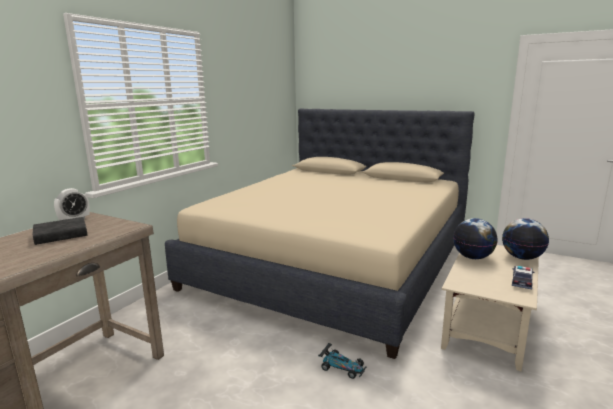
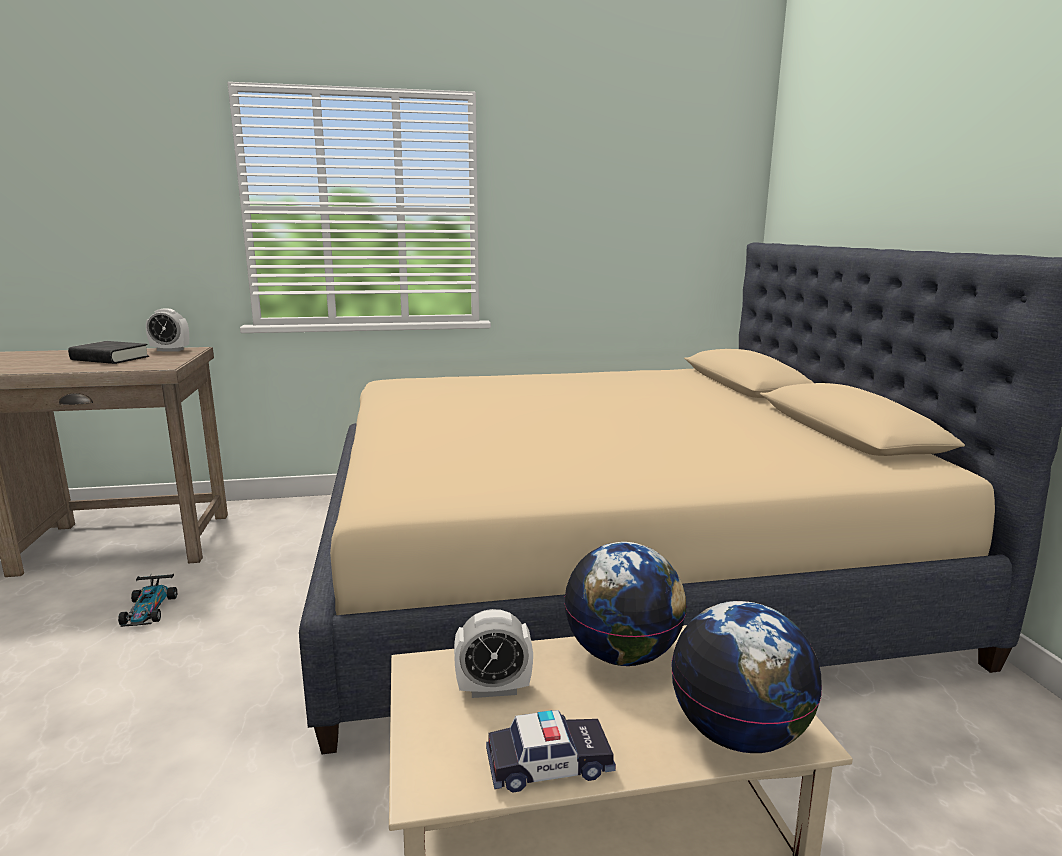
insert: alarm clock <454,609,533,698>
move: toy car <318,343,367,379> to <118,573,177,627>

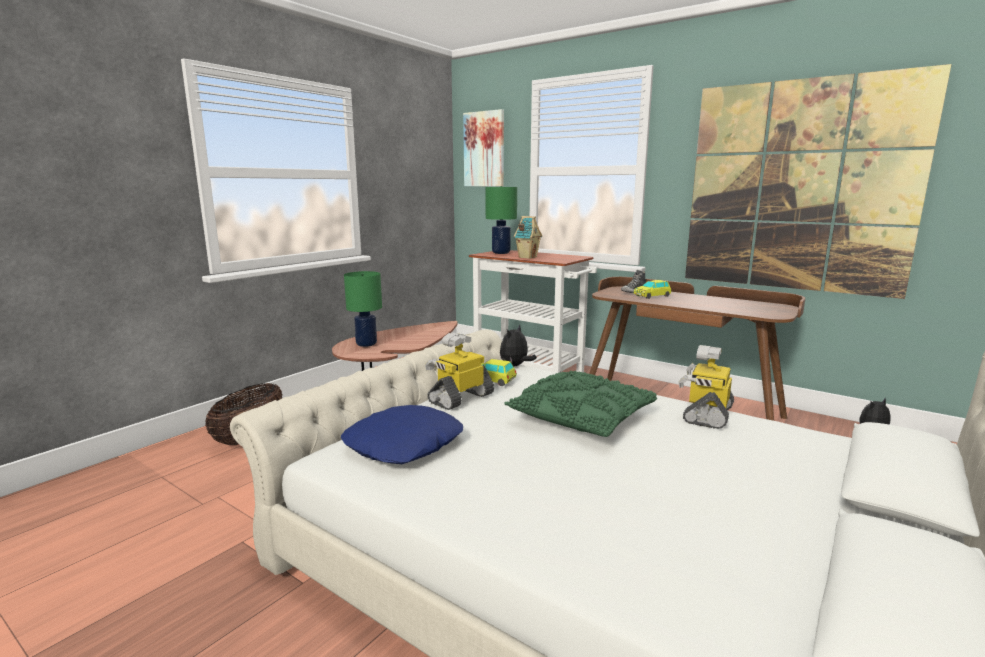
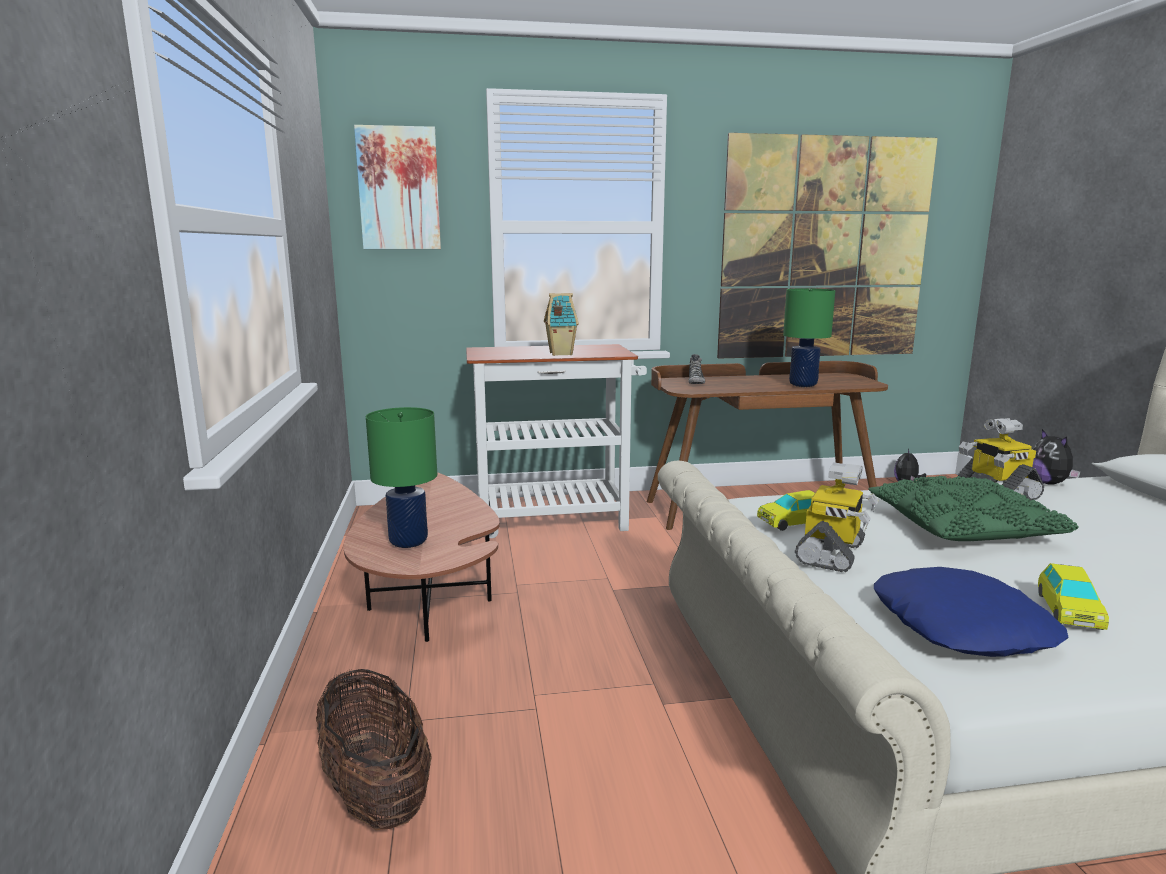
move: table lamp (green) <486,186,517,254> to <783,288,835,387>; plush toy <500,325,537,367> to <1032,429,1080,485>; toy car <634,280,671,299> to <1038,563,1109,630>
rotate: toy robot <425,333,494,410> = <795,462,879,572> 150 degrees counterclockwise

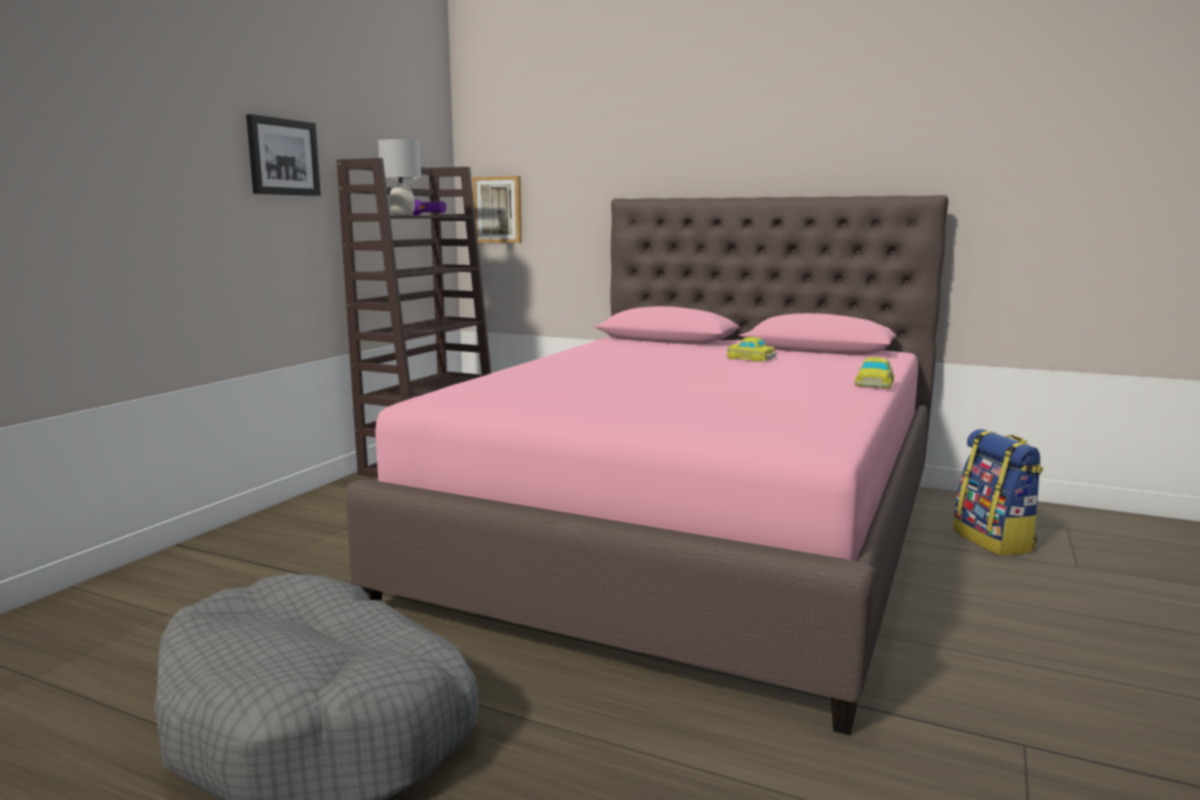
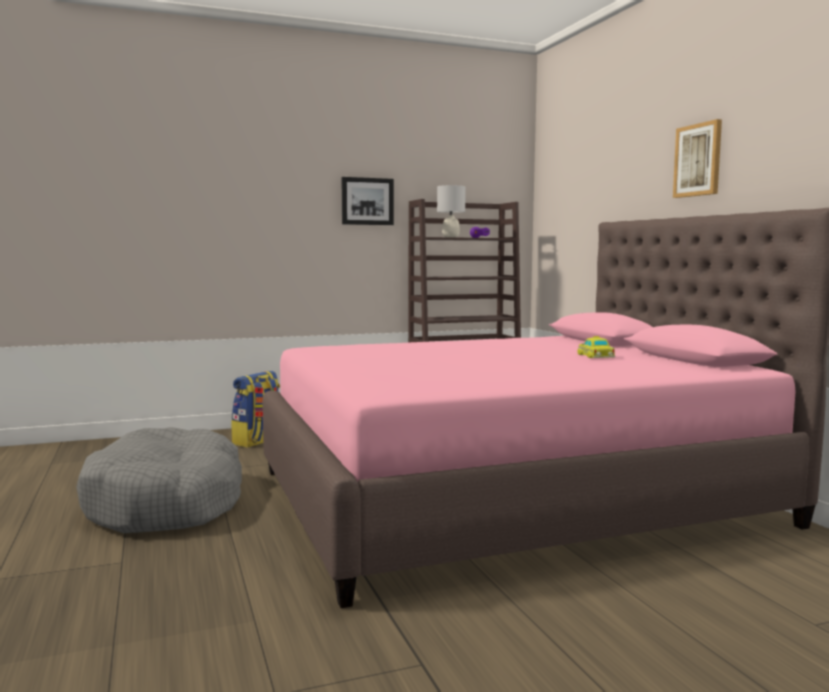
delete: toy car <855,357,894,388>
move: picture <472,176,522,243> to <673,119,722,198>; backpack <953,429,1043,556> to <231,371,280,448>

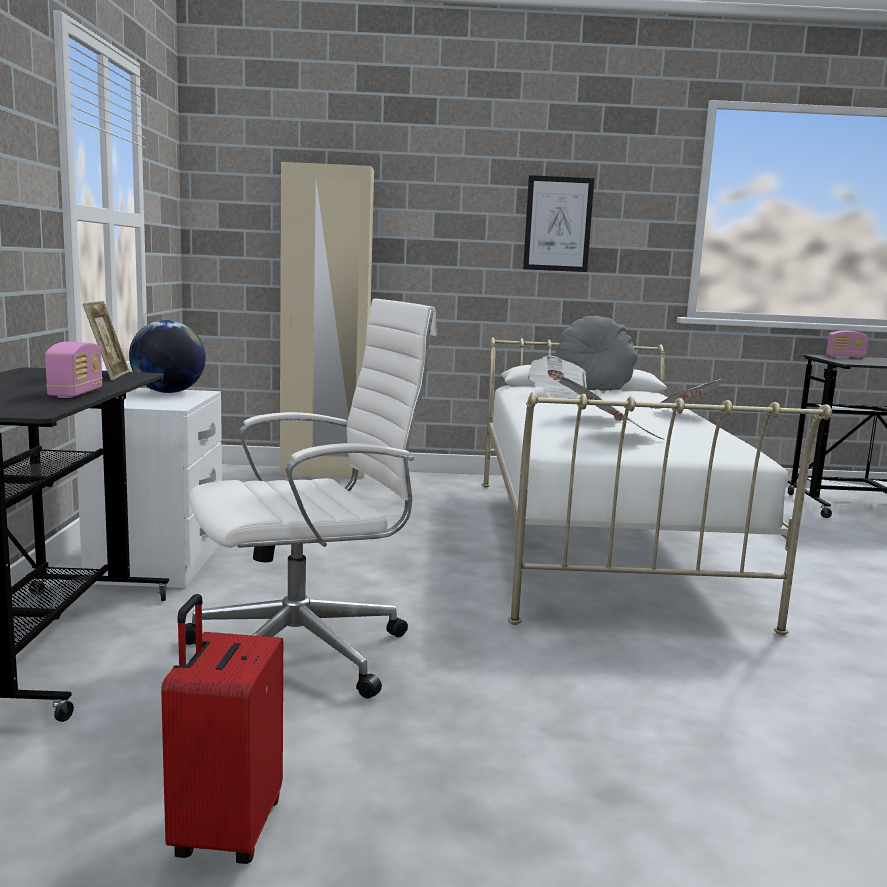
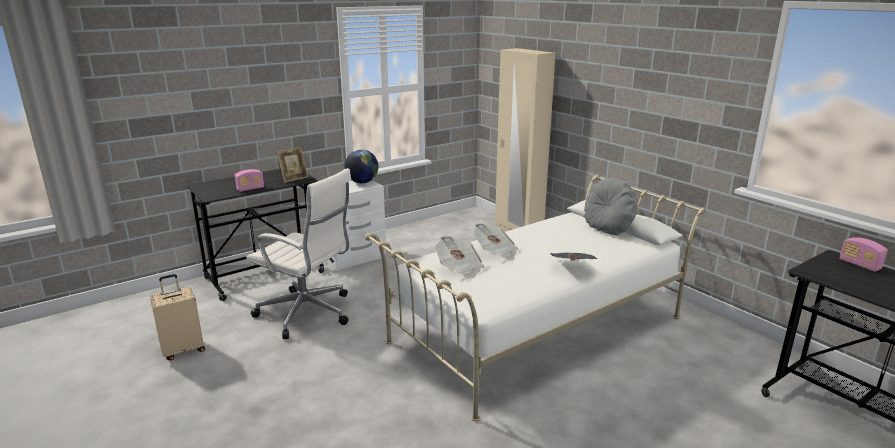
delete: picture <523,175,594,272>; newspaper <528,356,587,399>
recolor: suitcase (red) <161,594,283,864> to suitcase (beige) <150,274,205,360>

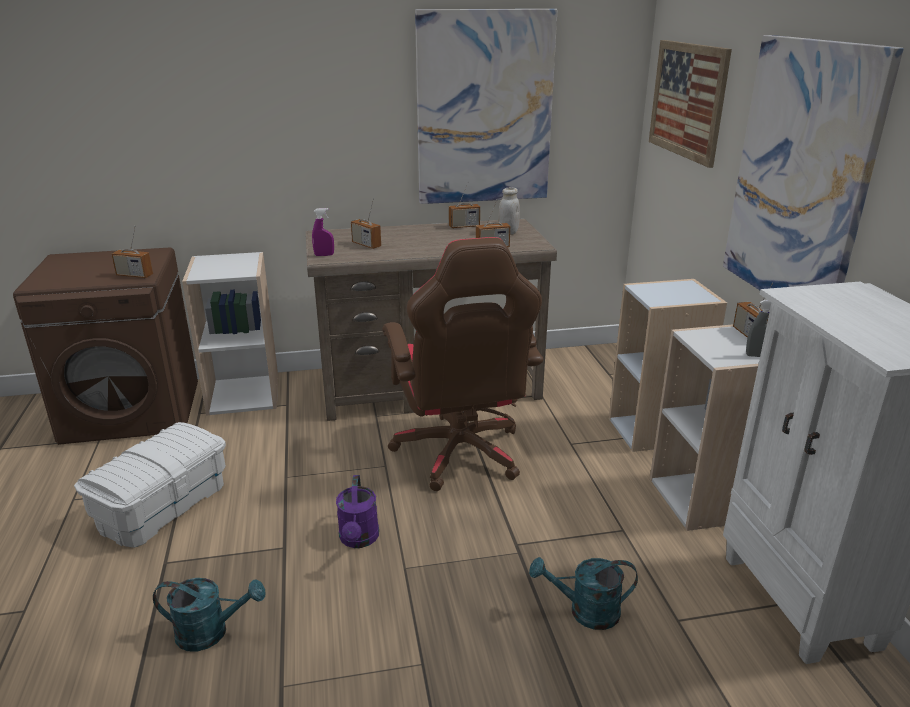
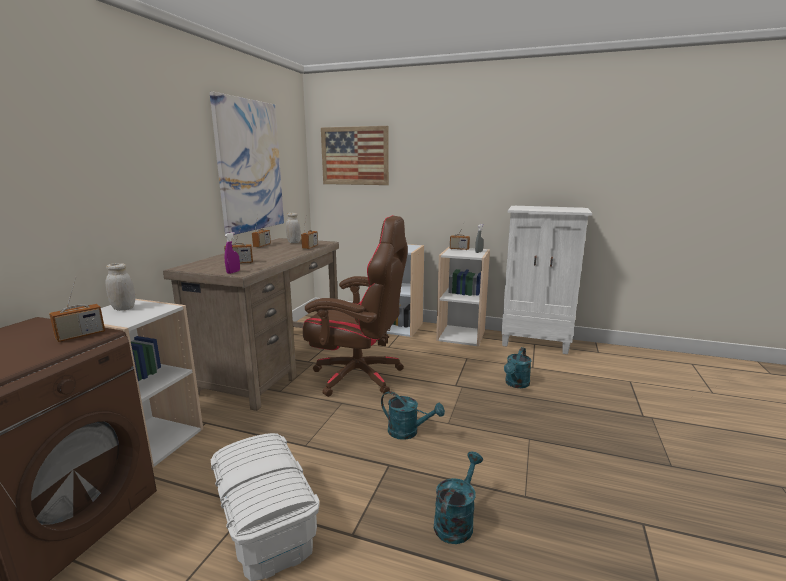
delete: picture <723,35,904,290>
insert: jar (white) <106,263,135,311>
recolor: watering can (purple) <336,475,379,548> to watering can (turquoise) <381,391,445,440>

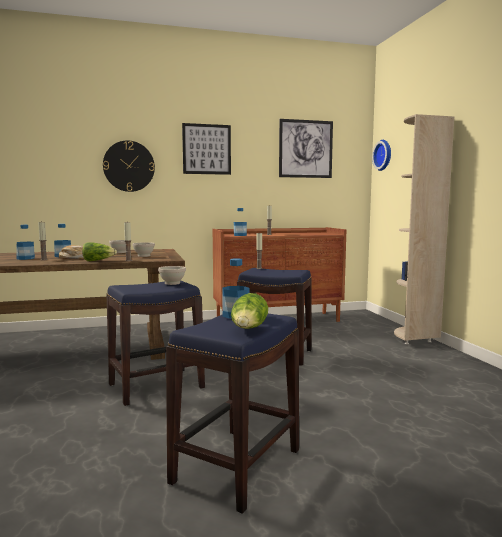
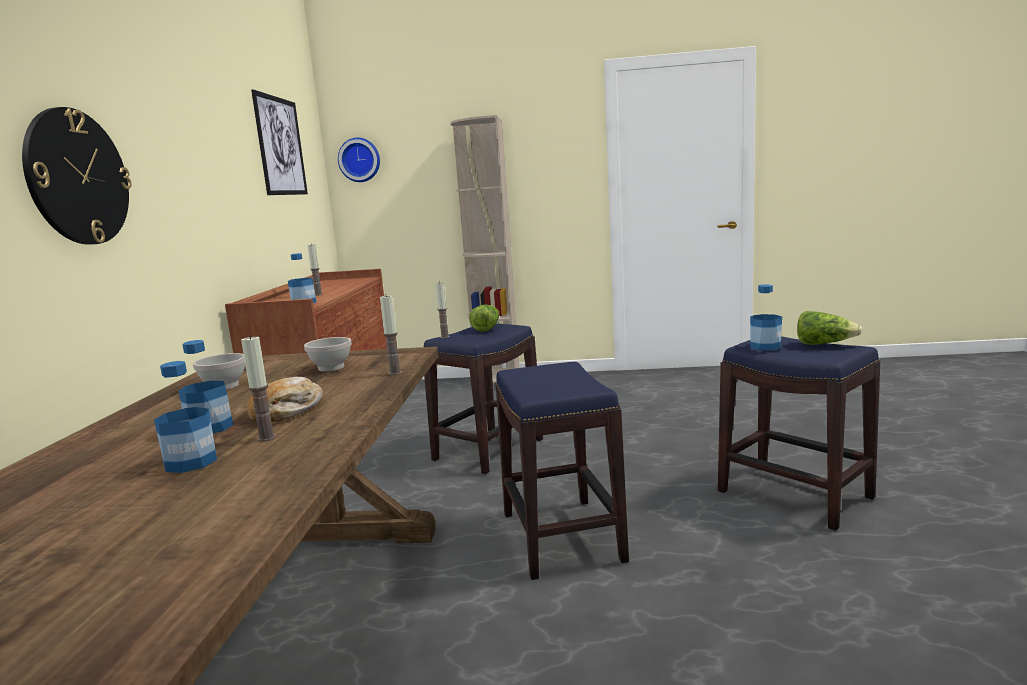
delete: bowl (white) <158,266,186,285>; picture <182,123,231,175>
move: lettuce <82,242,117,261> to <469,305,499,332>

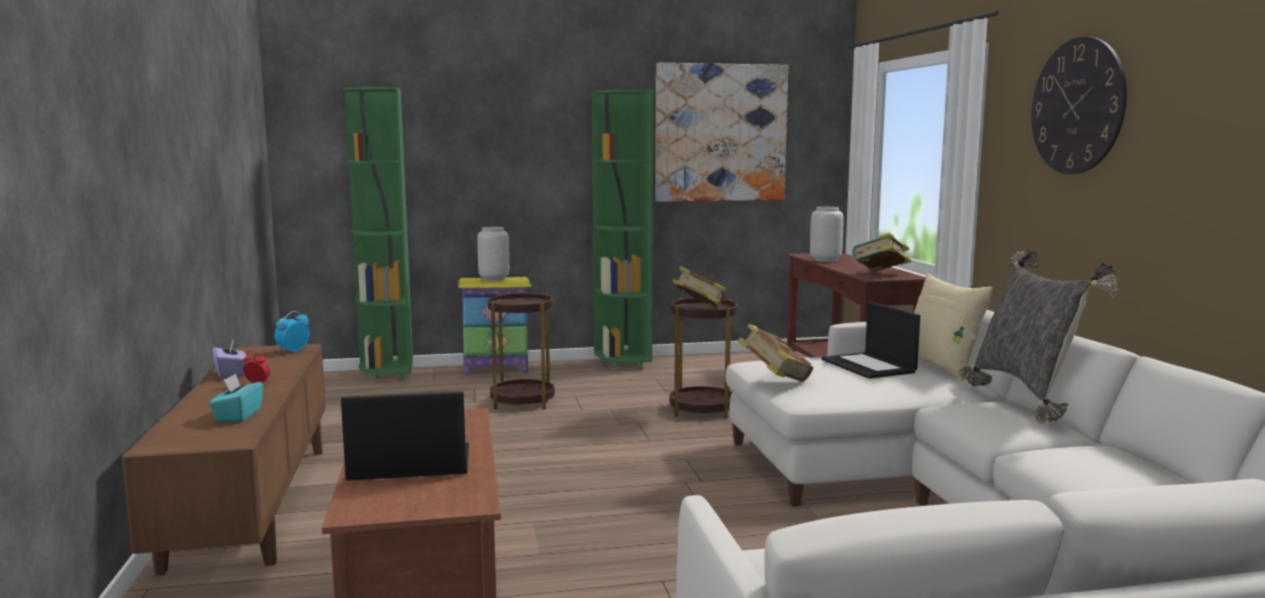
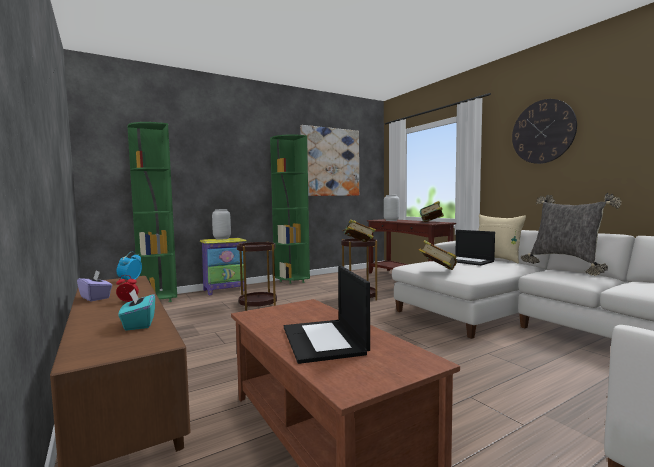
rotate: laptop <341,392,469,481> = <284,265,370,364> 75 degrees counterclockwise

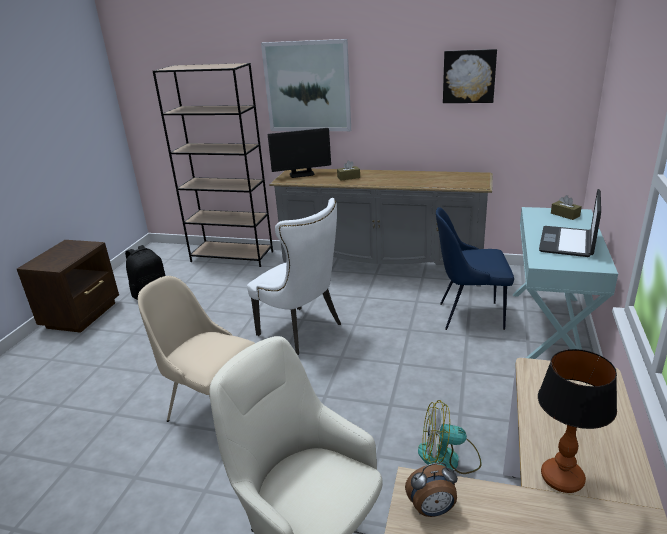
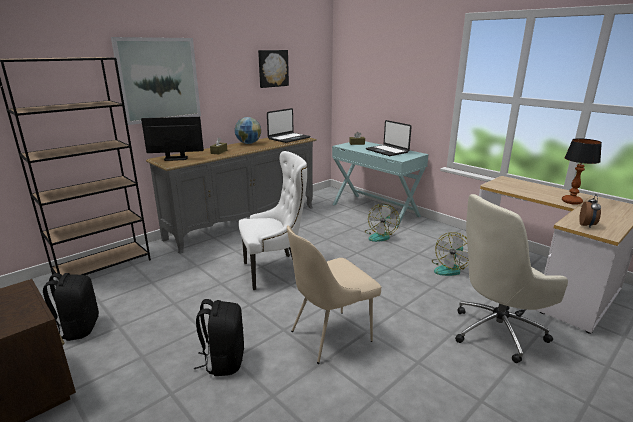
delete: chair (blue) <436,207,514,330>
insert: backpack (black) <194,299,244,376>; globe <235,117,261,144>; laptop <267,108,310,143>; fan <365,204,400,242>
rotate: monitor <268,128,331,178> = <141,117,204,161> 120 degrees counterclockwise

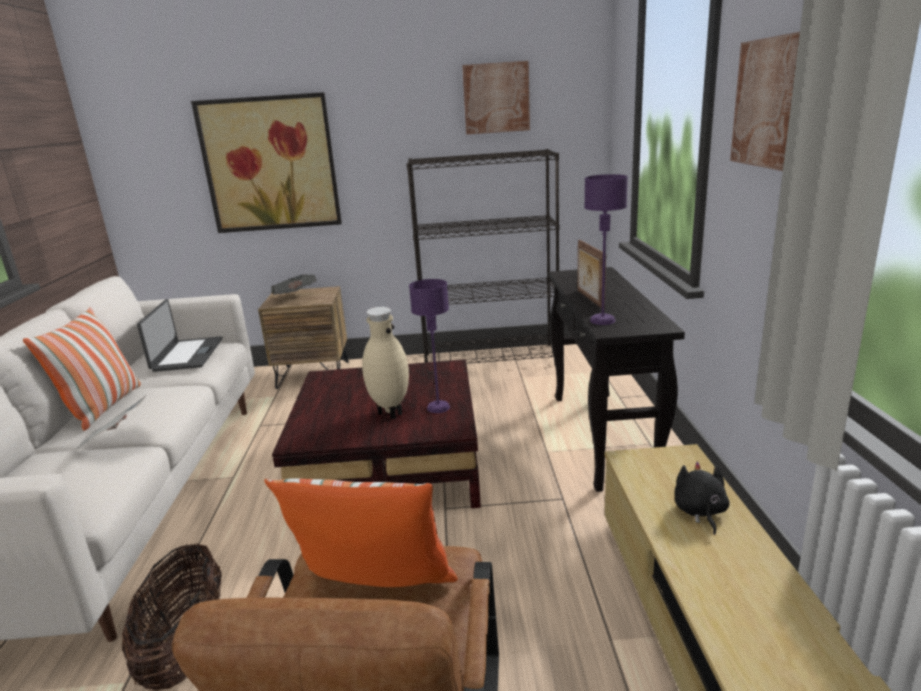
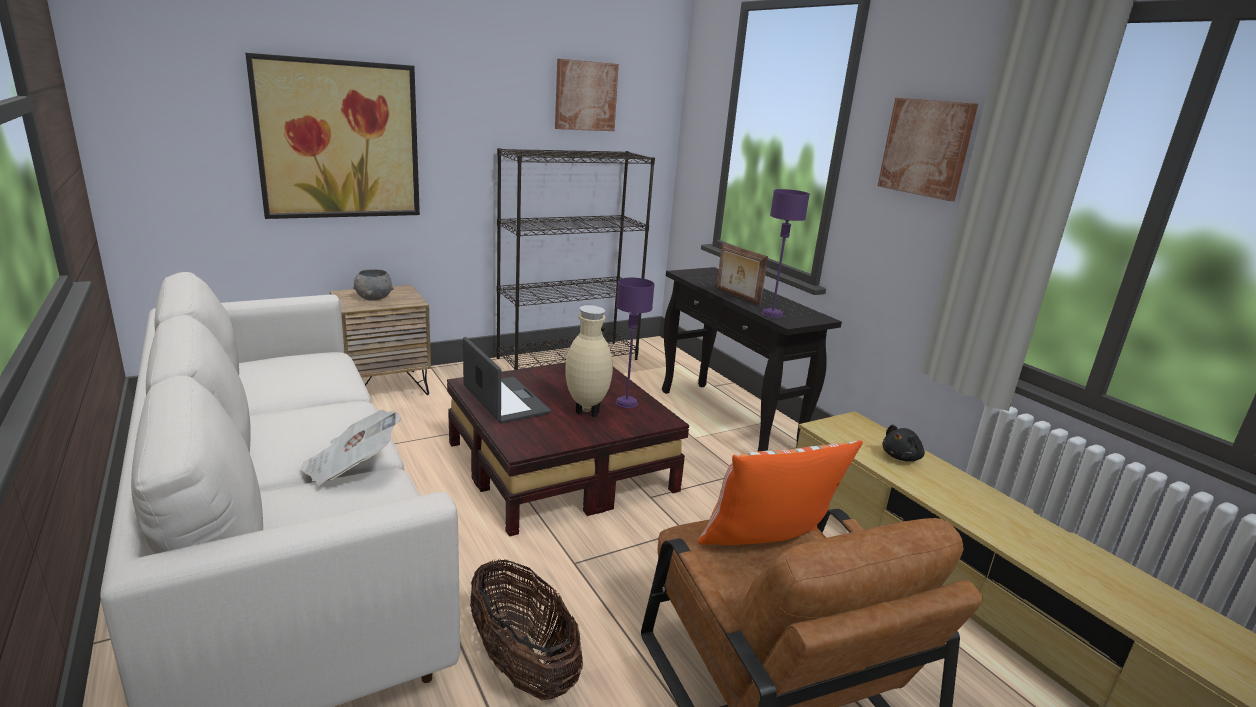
delete: pillow <23,307,141,431>
move: laptop <137,299,223,372> to <463,337,551,424>
replace: newspaper <271,274,317,295> to bowl (grey) <353,269,394,301>
rotate: plush toy (black) <675,462,729,535> = <882,425,925,462> 105 degrees counterclockwise

